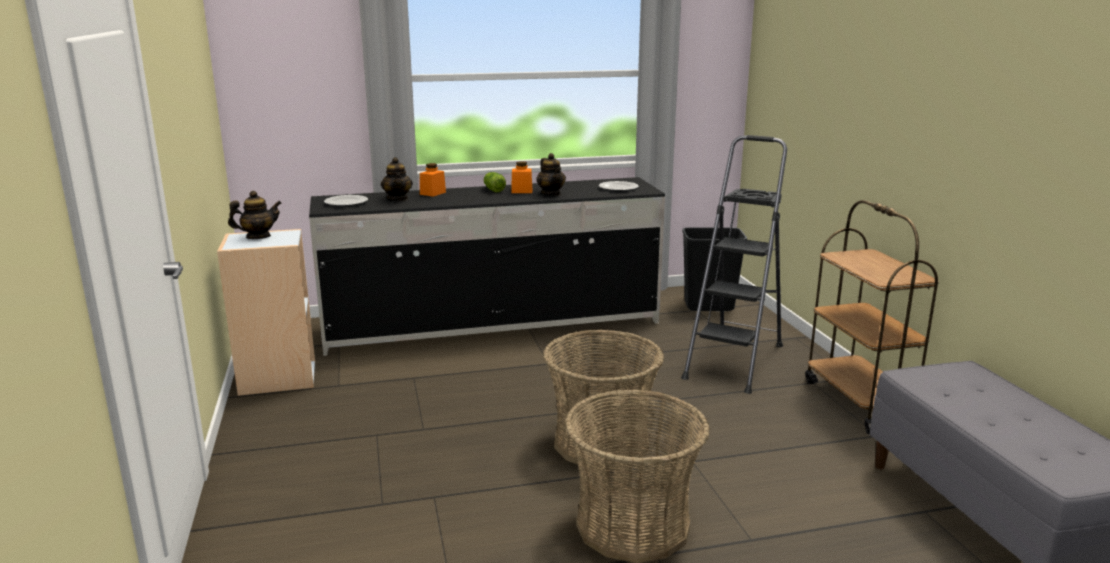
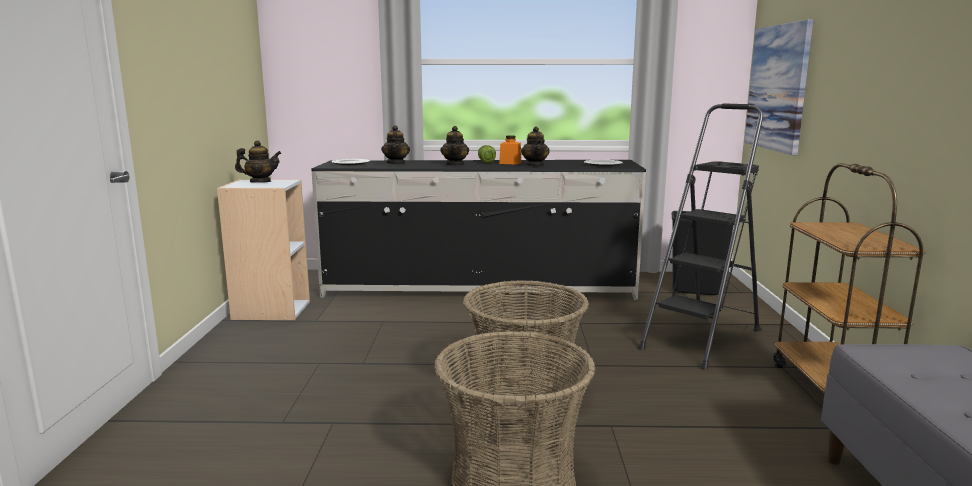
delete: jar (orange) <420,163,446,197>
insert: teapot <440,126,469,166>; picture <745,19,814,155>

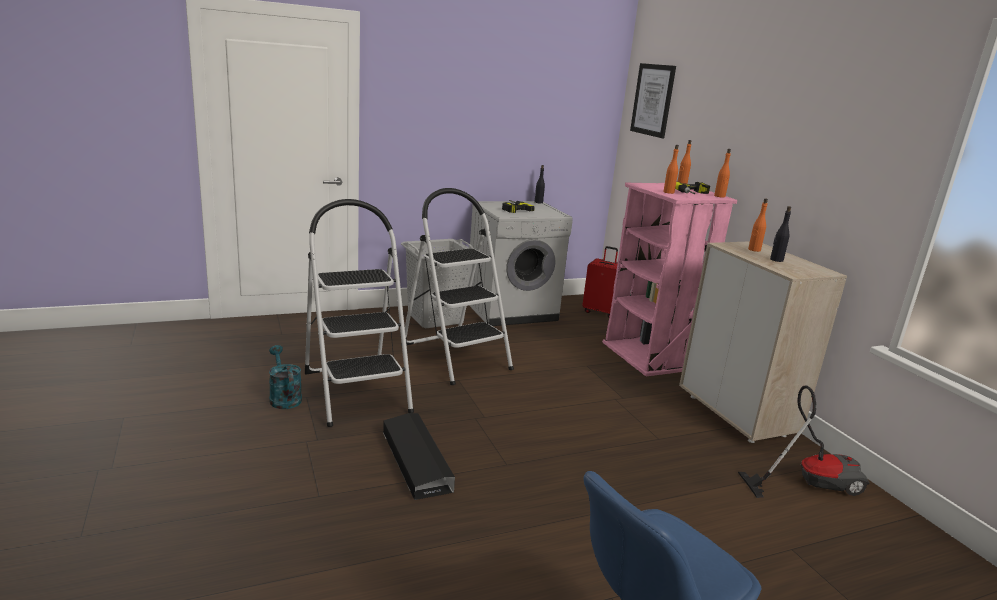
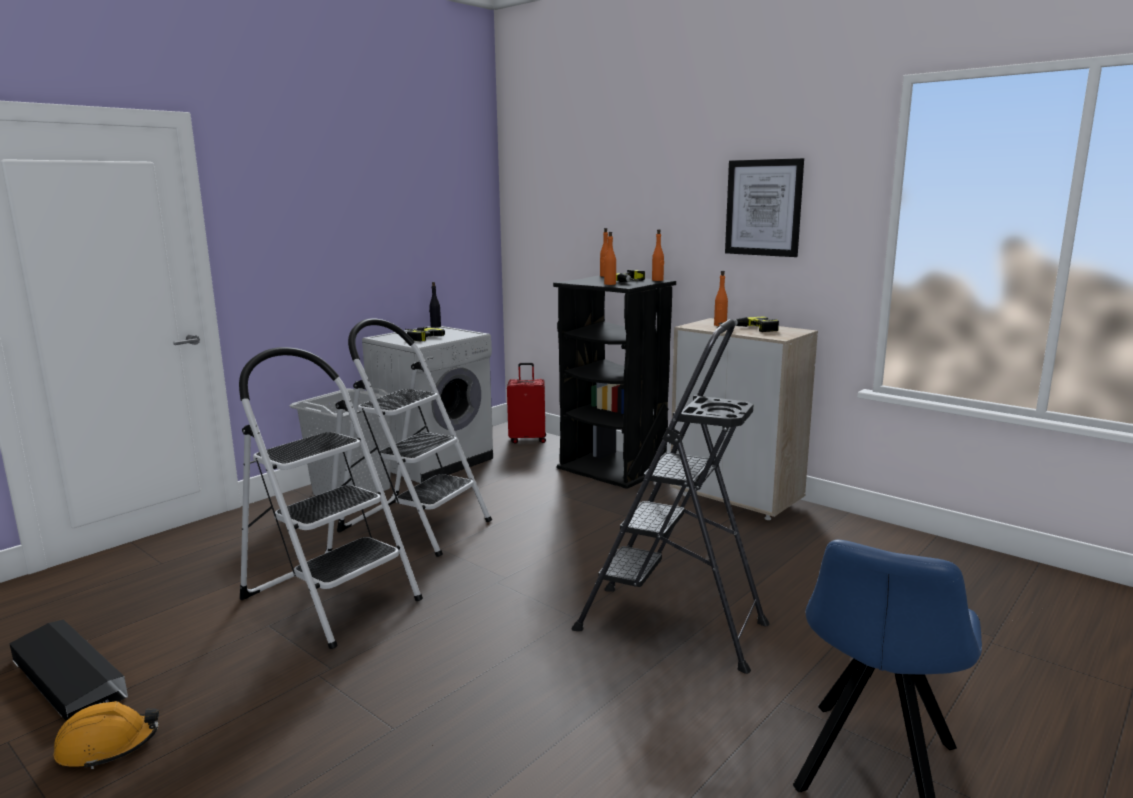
delete: watering can (turquoise) <269,345,302,409>; vacuum cleaner <738,385,869,498>
insert: hard hat (orange) <54,701,159,769>; step ladder <572,319,769,674>
move: storage box (black) <383,413,455,500> to <10,620,128,721>; picture <630,63,676,138> to <725,158,804,257>
replace: bottle (black) <770,206,791,262> to power drill <718,316,779,332>
recolor: bookcase (pink) <602,182,737,376> to bookcase (black) <553,275,676,489>

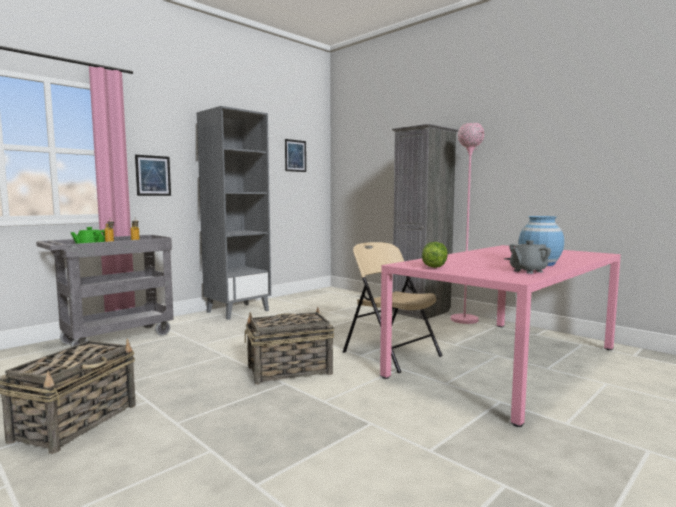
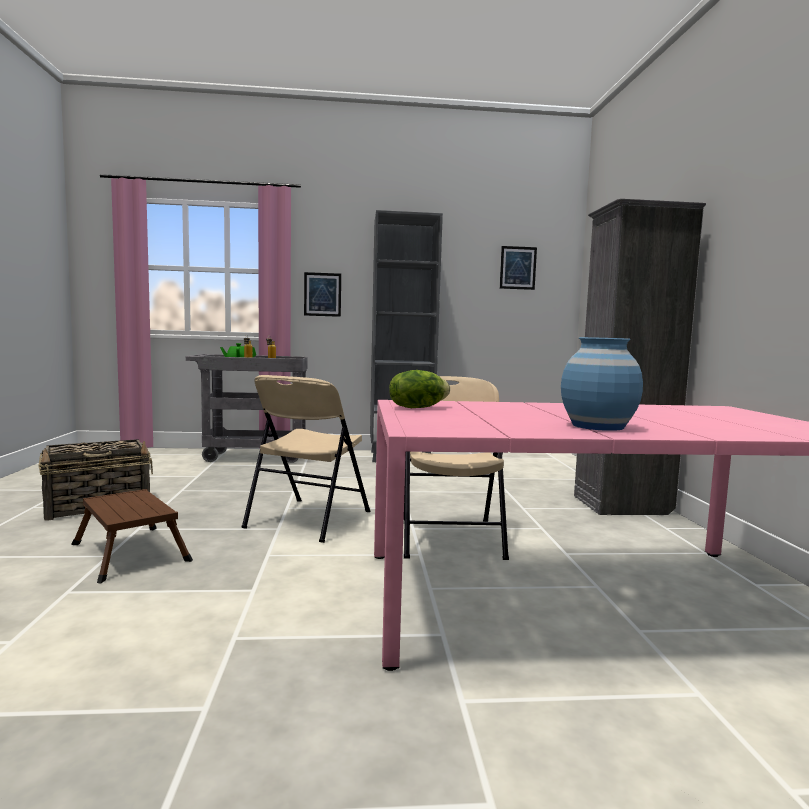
delete: floor lamp (pink) <451,123,484,324>; teapot (grey) <510,240,551,274>
insert: step ladder (brown) <71,489,193,583>
replace: basket <245,307,334,384> to chair (beige) <241,375,370,543>

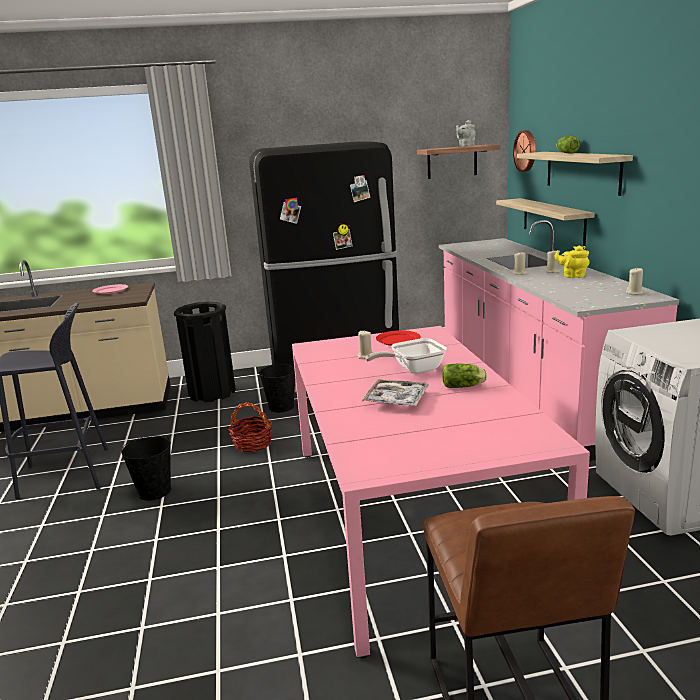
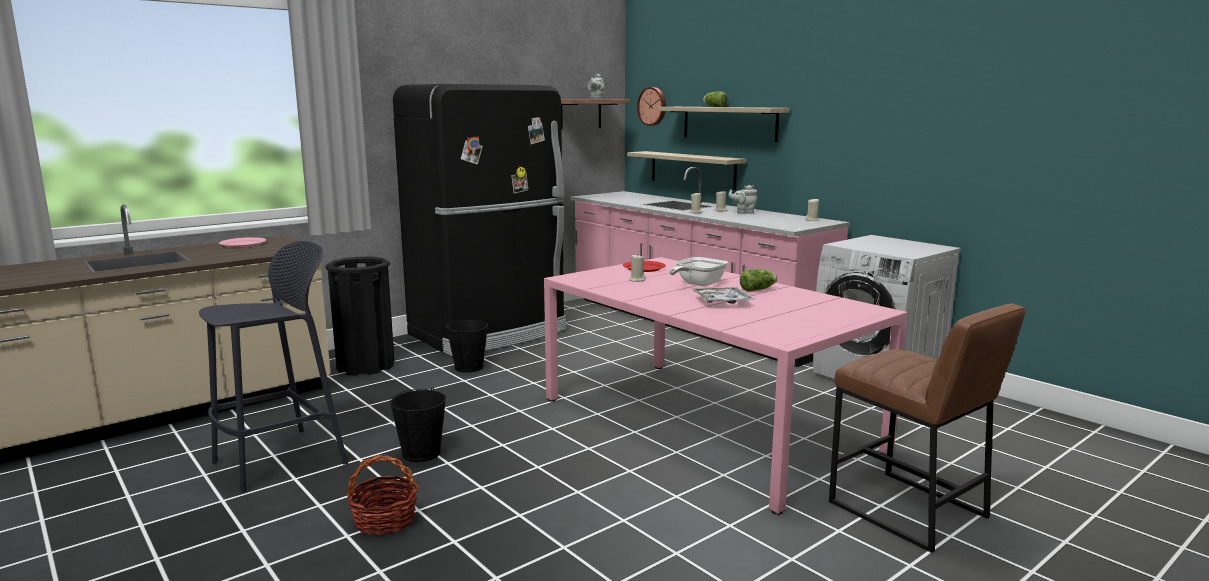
move: basket <228,402,272,452> to <347,455,419,535>
recolor: teapot (yellow) <554,246,589,278> to teapot (grey) <729,185,757,214>

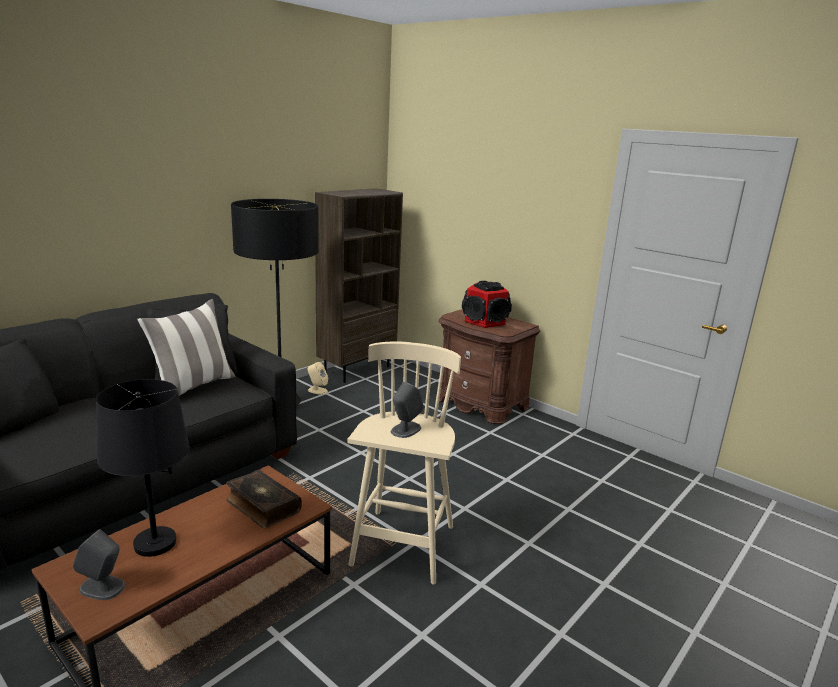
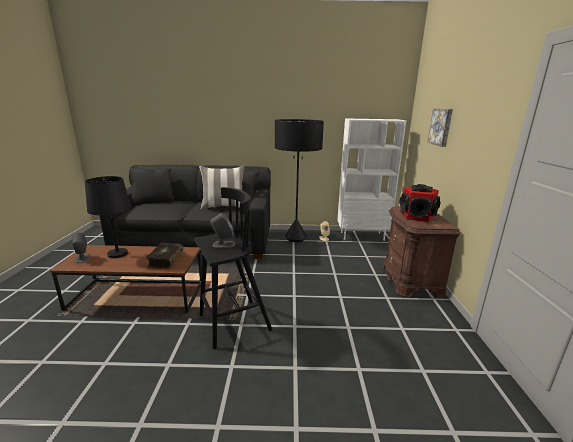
insert: picture <427,109,453,147>
recolor: bookcase (brown) <315,188,403,383> to bookcase (white) <337,118,406,241>; stool (beige) <348,341,461,585> to stool (black) <194,187,272,349>

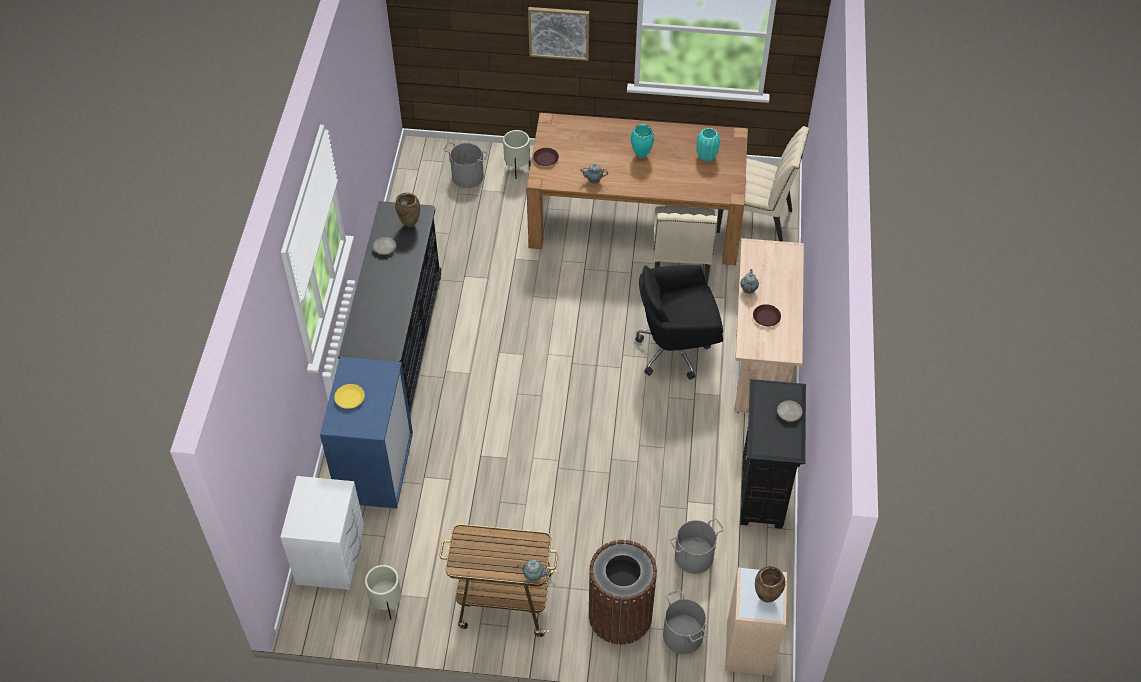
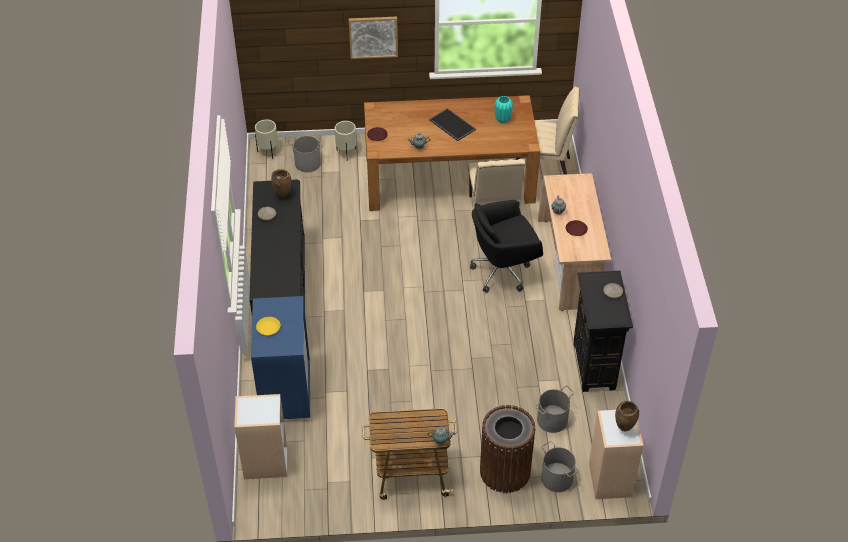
move: planter (beige) <365,565,402,620> to <255,119,278,159>
replace: nightstand (white) <280,476,364,590> to bookcase <234,394,287,479>; vase (turquoise) <631,124,654,158> to tray <429,108,476,141>

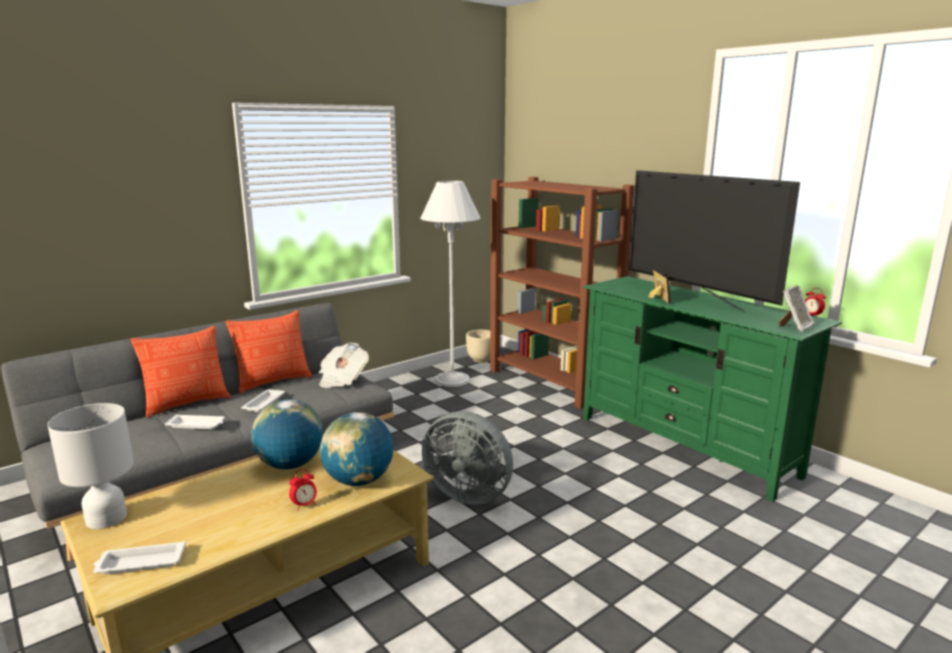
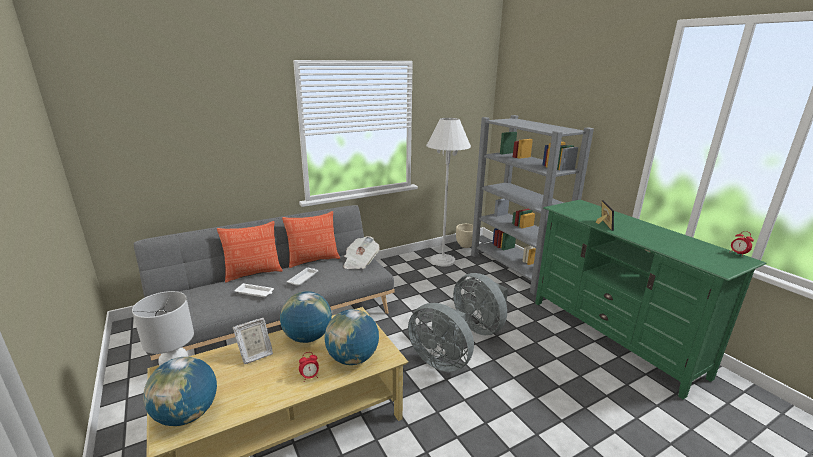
delete: television <629,170,800,312>
insert: fan (grey) <453,273,508,335>
move: picture frame <778,285,814,332> to <233,318,273,364>
replace: tray (white) <93,541,186,574> to globe <143,357,217,426>
recolor: bookcase (brown) <490,177,635,409> to bookcase (grey) <471,115,594,295>

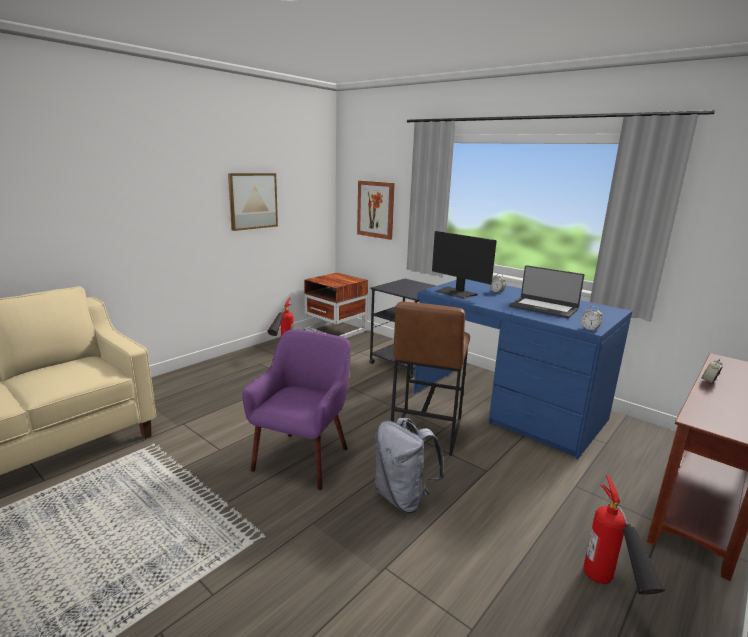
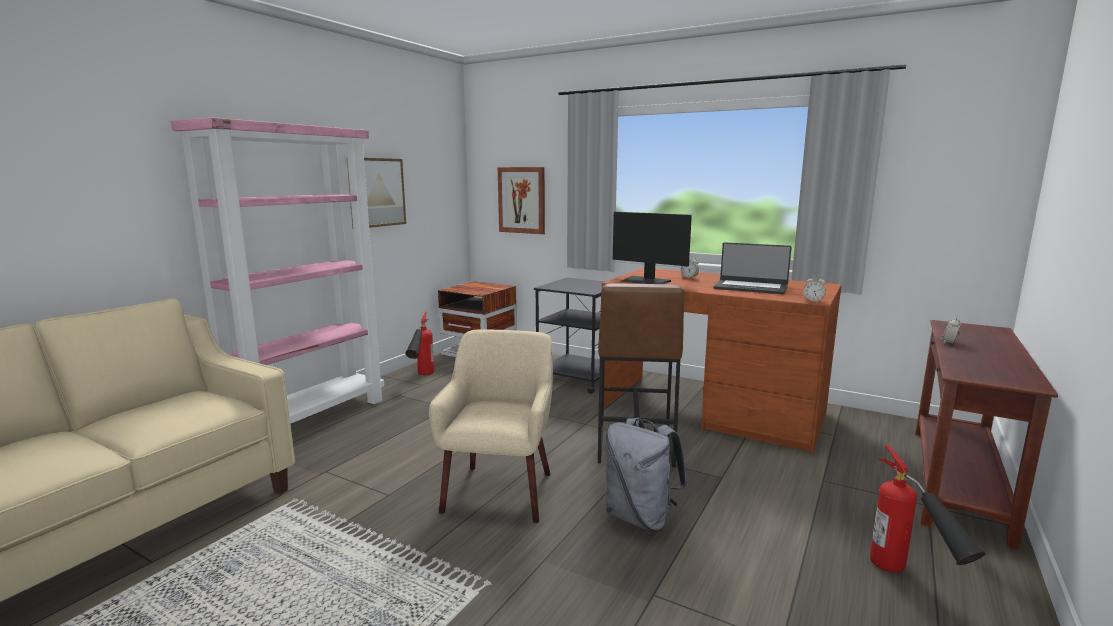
insert: bookcase (pink) <171,117,384,424>
recolor: armchair (purple) <243,329,351,490> to armchair (beige) <429,329,553,523>; desk (blue) <414,279,633,459> to desk (brown) <602,268,842,454>

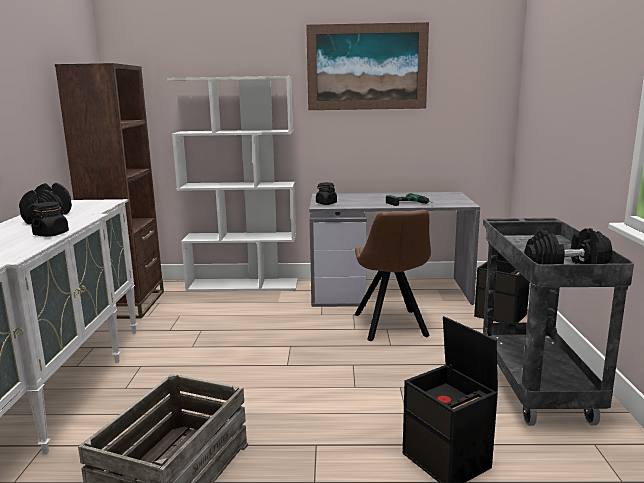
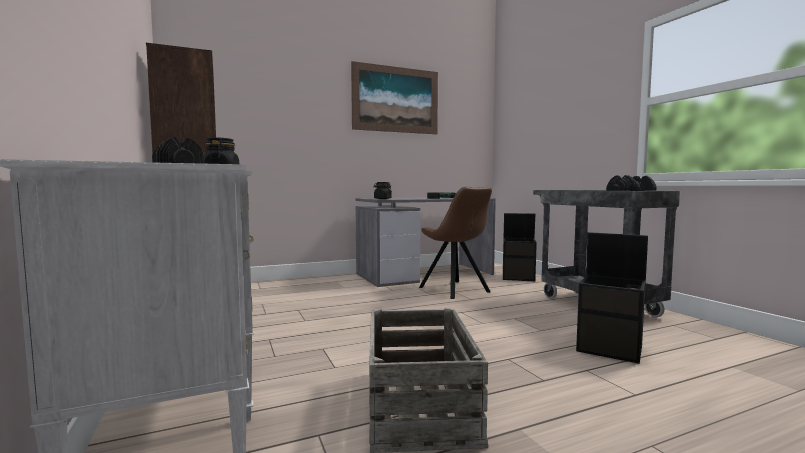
delete: bookcase (white) <167,76,298,291>

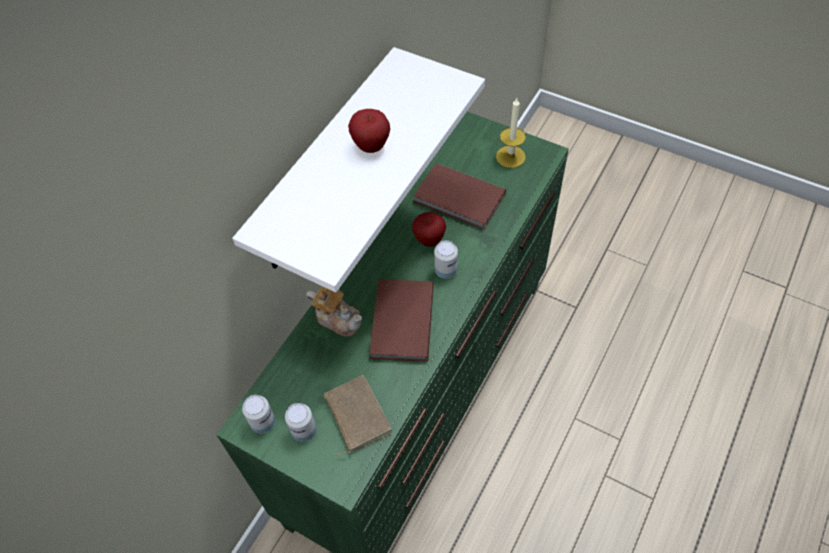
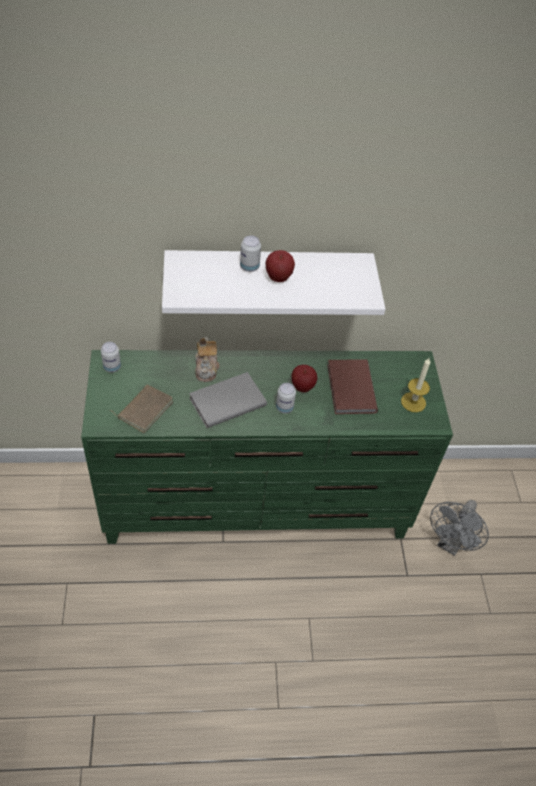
insert: fan (grey) <430,500,489,556>
move: can <285,403,317,442> to <240,236,261,272>
recolor: book (brown) <369,279,434,362> to book (grey) <189,372,267,428>

